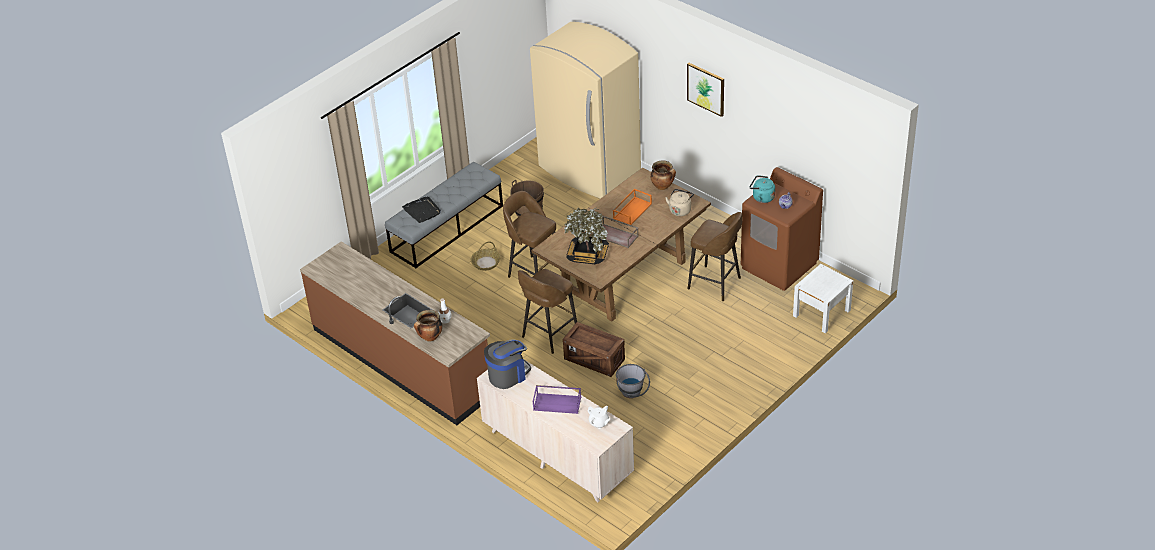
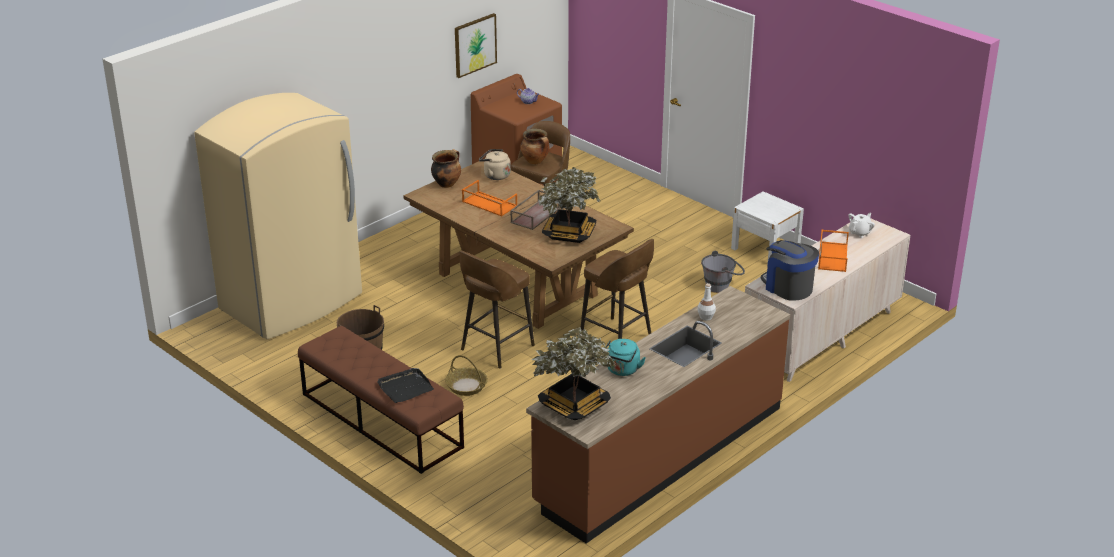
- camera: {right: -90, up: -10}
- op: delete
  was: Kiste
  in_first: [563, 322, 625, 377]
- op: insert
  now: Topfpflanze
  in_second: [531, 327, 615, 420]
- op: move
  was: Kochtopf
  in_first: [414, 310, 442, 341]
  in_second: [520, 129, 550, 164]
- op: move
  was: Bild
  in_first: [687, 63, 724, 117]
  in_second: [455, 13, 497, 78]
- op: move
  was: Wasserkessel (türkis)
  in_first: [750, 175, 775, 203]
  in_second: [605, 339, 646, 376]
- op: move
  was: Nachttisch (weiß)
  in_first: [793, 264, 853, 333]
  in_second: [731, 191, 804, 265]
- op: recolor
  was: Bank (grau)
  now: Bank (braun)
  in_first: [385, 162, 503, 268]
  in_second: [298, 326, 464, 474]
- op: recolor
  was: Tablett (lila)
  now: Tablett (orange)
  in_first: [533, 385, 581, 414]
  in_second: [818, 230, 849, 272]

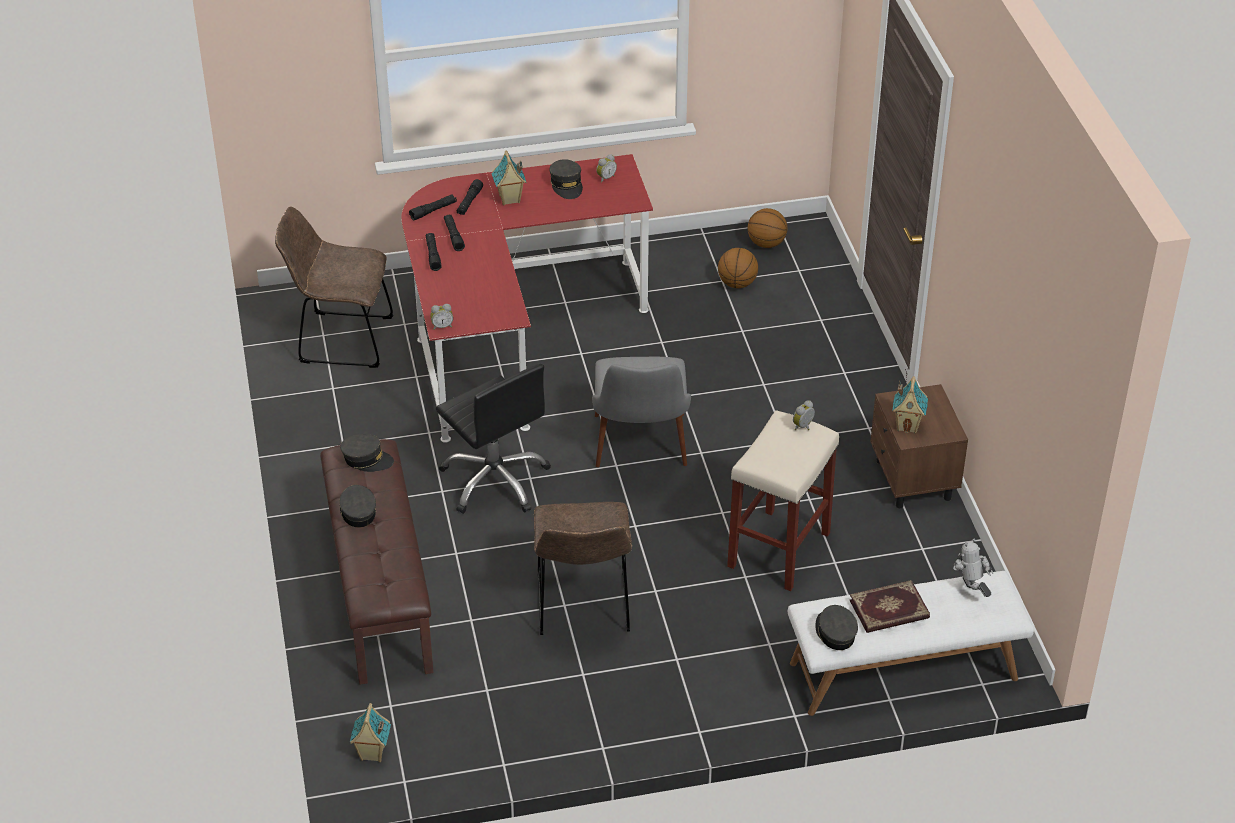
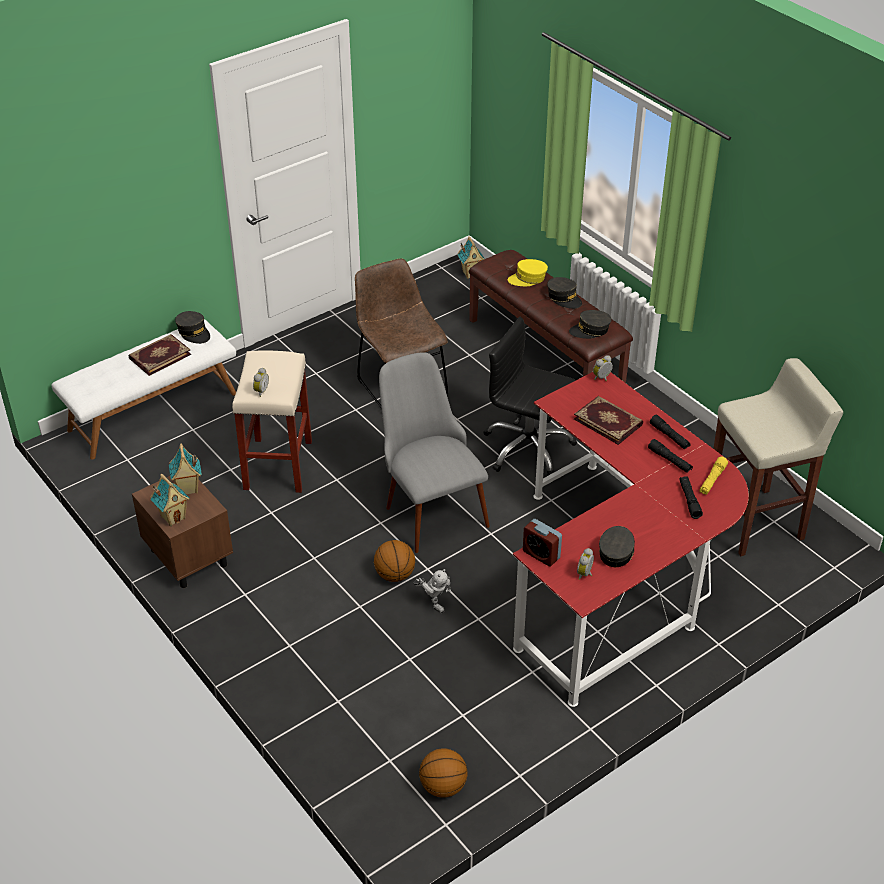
- camera: {right: 155, up: 0}
- op: insert
  now: Kappe (gelb)
  in_second: [508, 259, 548, 286]
- op: insert
  now: Wecker
  in_second: [523, 519, 562, 566]
- op: insert
  now: Buch
  in_second: [574, 396, 643, 445]
- op: move
  was: Spielzeughaus
  in_first: [492, 150, 527, 206]
  in_second: [150, 474, 190, 526]
- op: move
  was: Basketball
  in_first: [718, 248, 758, 288]
  in_second: [374, 540, 415, 582]
- op: move
  was: Spielzeugroboter
  in_first: [953, 539, 993, 597]
  in_second: [414, 569, 451, 613]
- op: replace
  was: Stuhl (braun)
  now: Hocker (beige)
  in_first: [275, 206, 393, 368]
  in_second: [713, 358, 843, 556]
- op: recolor
  was: Taschenlampe (schwarz)
  now: Taschenlampe (gelb)
  in_first: [409, 194, 457, 220]
  in_second: [699, 456, 728, 495]
- op: rotate
  was: Kappe (grau)
  in_first: [550, 159, 583, 199]
  in_second: [599, 526, 635, 567]
  clockwise: 60

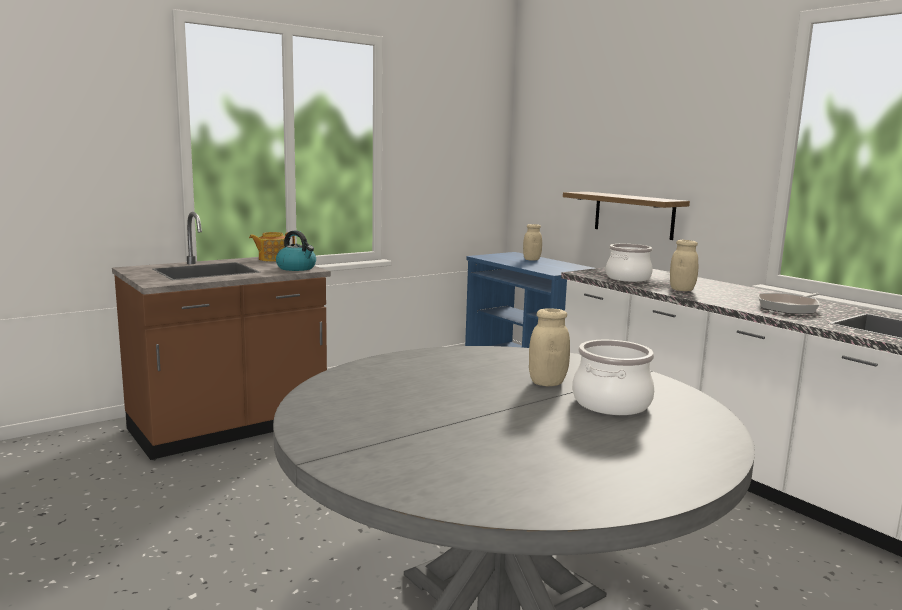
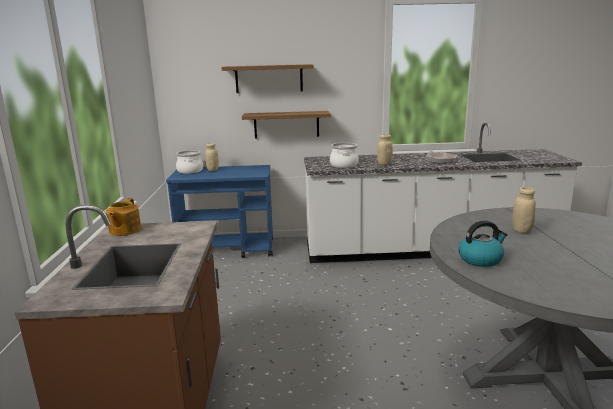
- camera: {right: -55, up: 5}
- op: insert
  now: Wandregal
  in_second: [221, 64, 314, 93]
- op: move
  was: Wasserkessel
  in_first: [276, 231, 316, 271]
  in_second: [458, 220, 507, 267]
- op: move
  was: Kochtopf
  in_first: [572, 340, 654, 415]
  in_second: [176, 150, 203, 174]

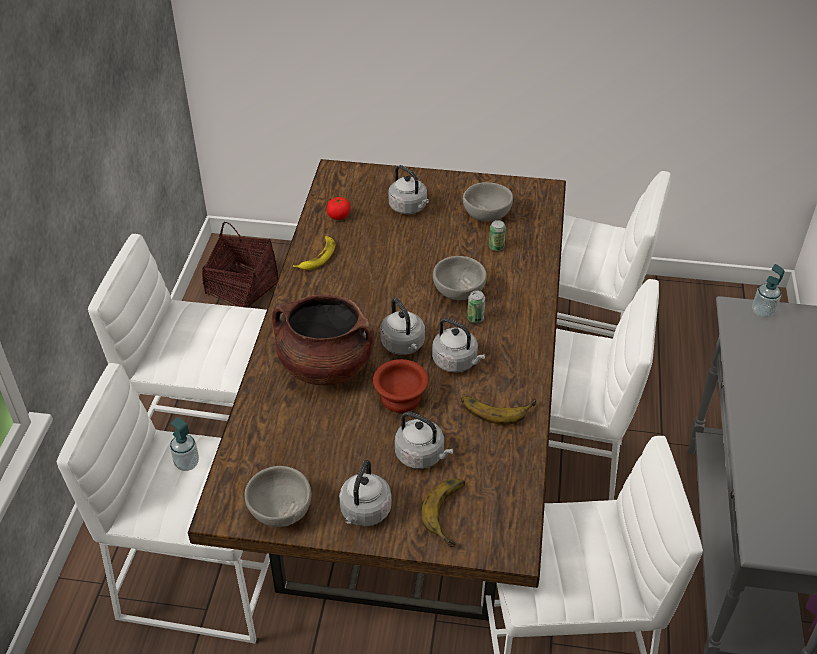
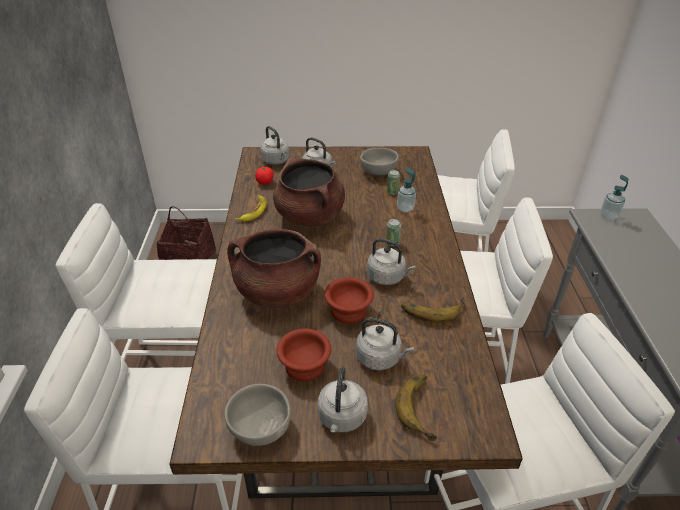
- camera: {right: -10, up: -5}
- op: delete
  was: Schüssel (grau)
  in_first: [433, 256, 487, 300]
- op: insert
  now: Kochtopf (braun)
  in_second: [273, 158, 345, 227]
- op: insert
  now: Schüssel (braun)
  in_second: [276, 328, 331, 382]
- op: move
  was: Seifenspender
  in_first: [170, 417, 199, 471]
  in_second: [397, 168, 416, 212]
- op: move
  was: Wasserkessel (grau)
  in_first: [380, 298, 425, 355]
  in_second: [260, 126, 290, 165]

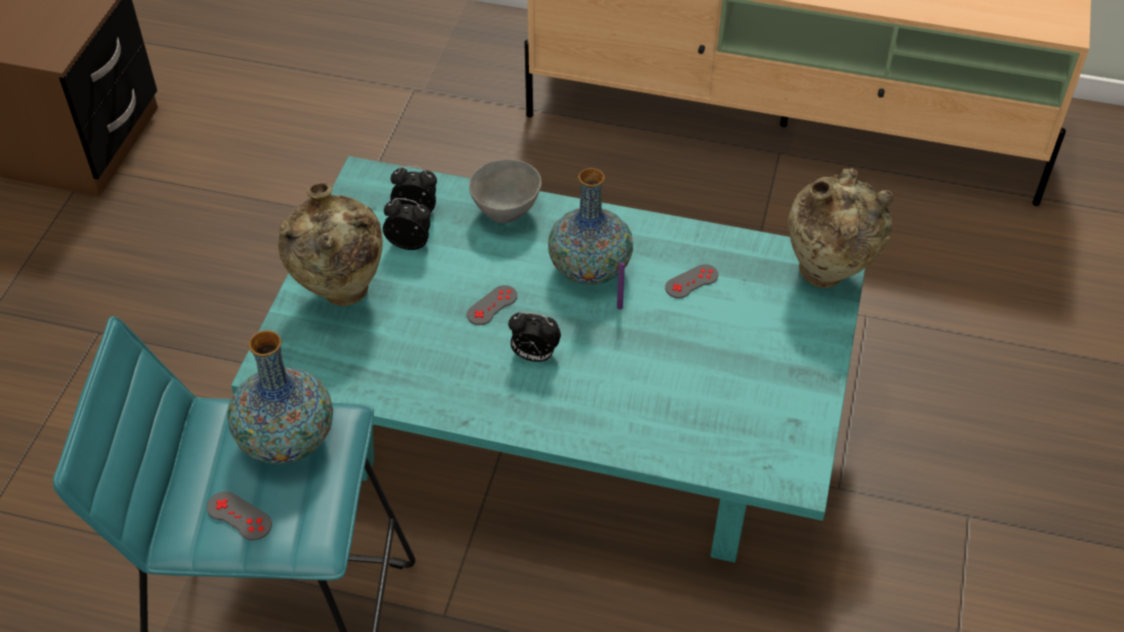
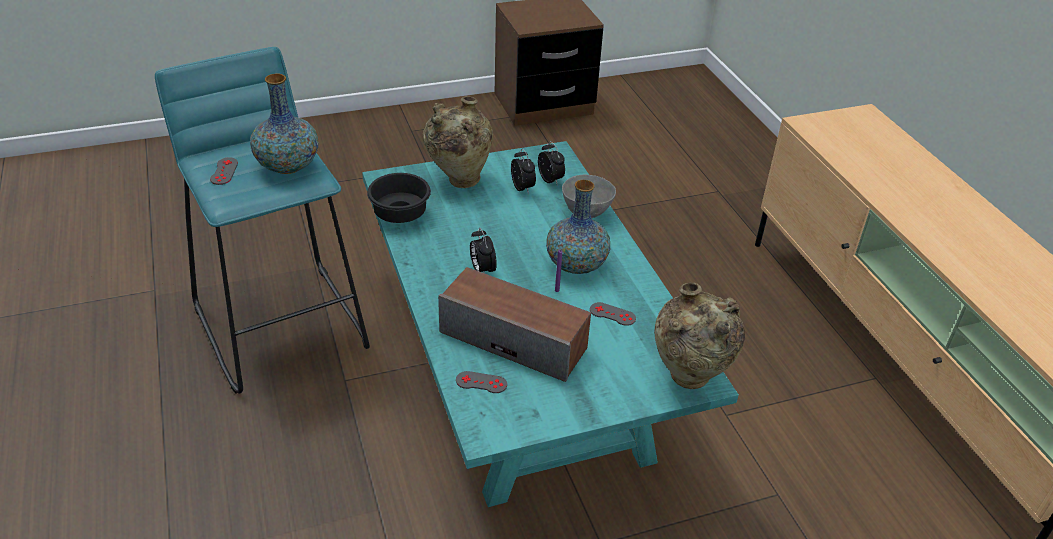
- camera: {right: 55, up: -10}
- op: insert
  now: Schüssel (schwarz)
  in_second: [367, 173, 431, 223]
- op: insert
  now: Lautsprecher
  in_second: [438, 267, 591, 382]
- op: move
  was: Gamepad (grau)
  in_first: [467, 285, 517, 325]
  in_second: [456, 371, 507, 393]

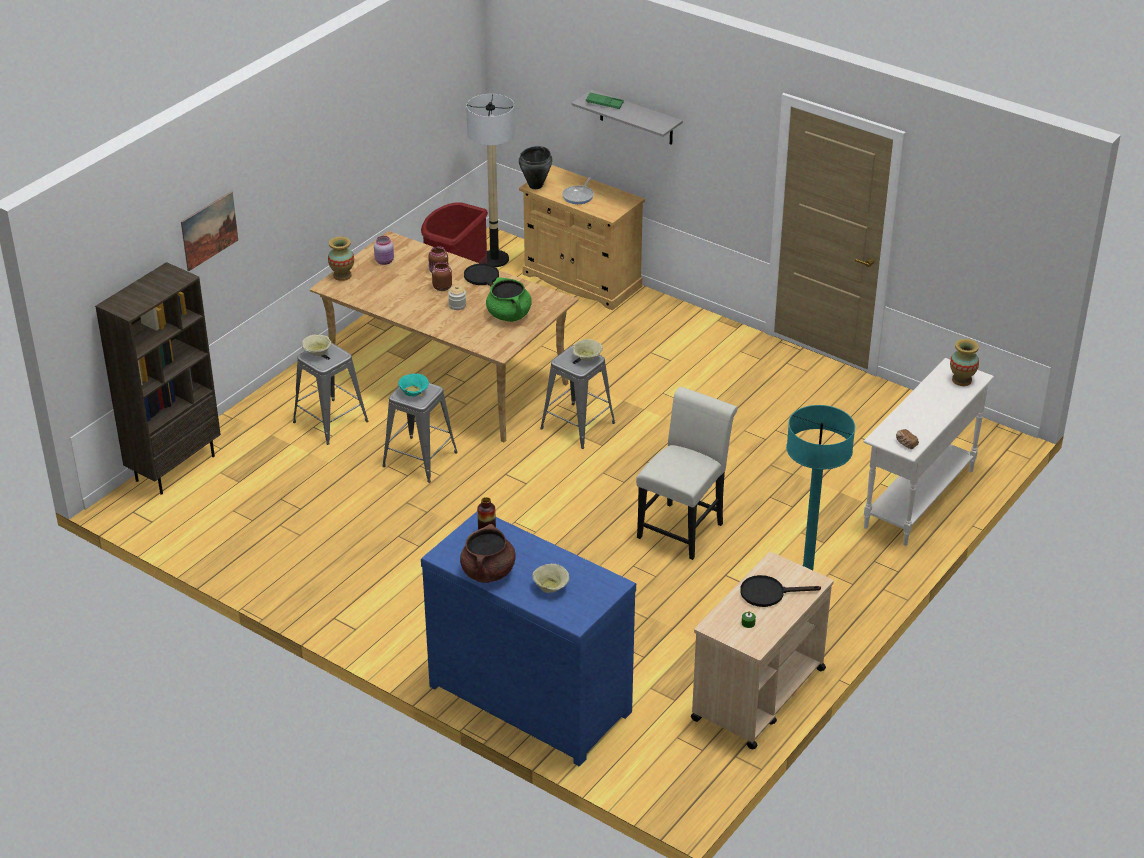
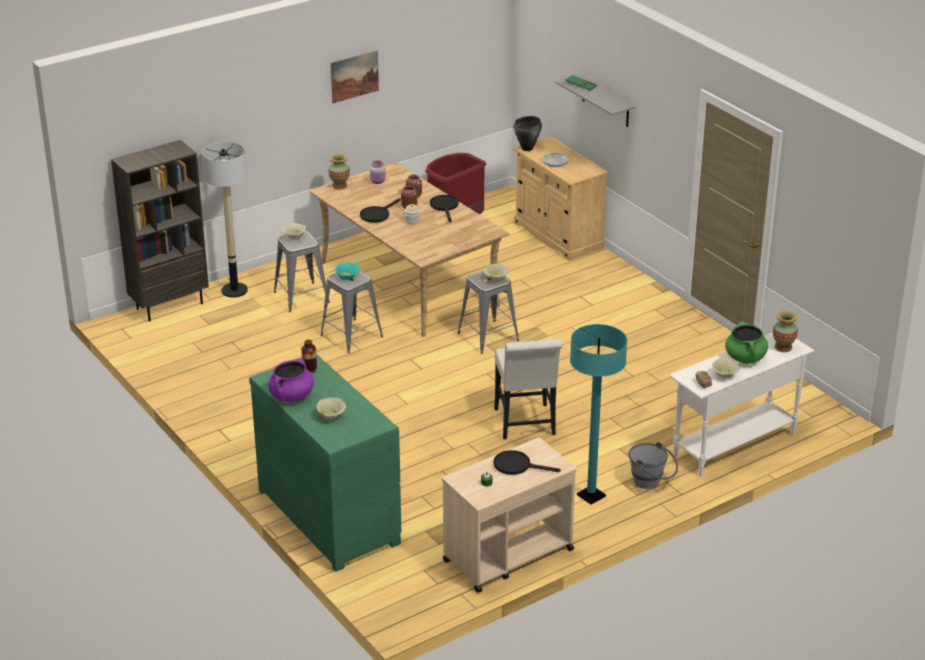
- camera: {right: 20, up: -5}
- op: insert
  now: Pfanne (schwarz)
  in_second: [360, 198, 401, 223]
- op: insert
  now: Eimer (grau)
  in_second: [628, 442, 678, 489]
- op: insert
  now: Schüssel (beige)
  in_second: [712, 358, 740, 378]
- op: move
  was: Bild
  in_first: [181, 191, 238, 271]
  in_second: [330, 51, 379, 103]
- op: move
  was: Stehlampe
  in_first: [466, 94, 515, 267]
  in_second: [202, 142, 248, 298]
- op: move
  was: Kochtopf (grün)
  in_first: [486, 277, 532, 322]
  in_second: [725, 322, 768, 364]
- op: recolor
  was: Kommode (blau)
  now: Kommode (grün)
  in_first: [421, 512, 636, 766]
  in_second: [249, 354, 401, 572]
- op: recolor
  was: Kochtopf (braun)
  now: Kochtopf (lila)
  in_first: [460, 524, 516, 583]
  in_second: [269, 358, 314, 402]
- op: rotate
  was: Stuhl (weiß)
  in_first: [636, 387, 738, 560]
  in_second: [494, 339, 562, 439]
  clockwise: 120

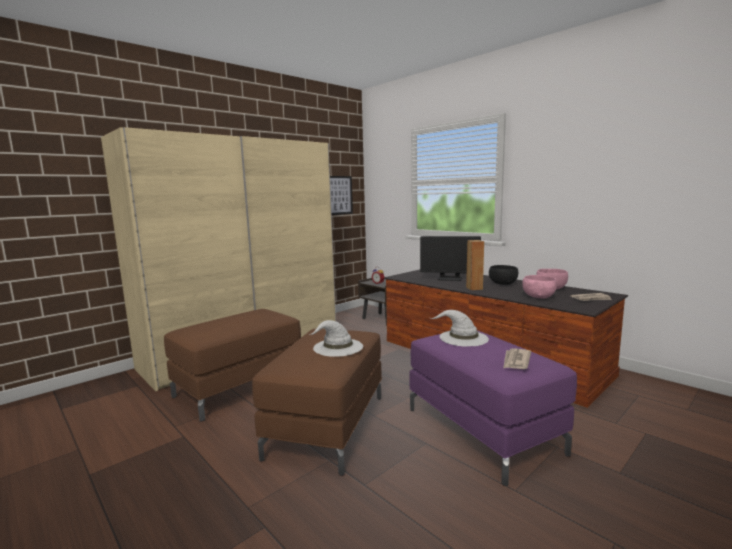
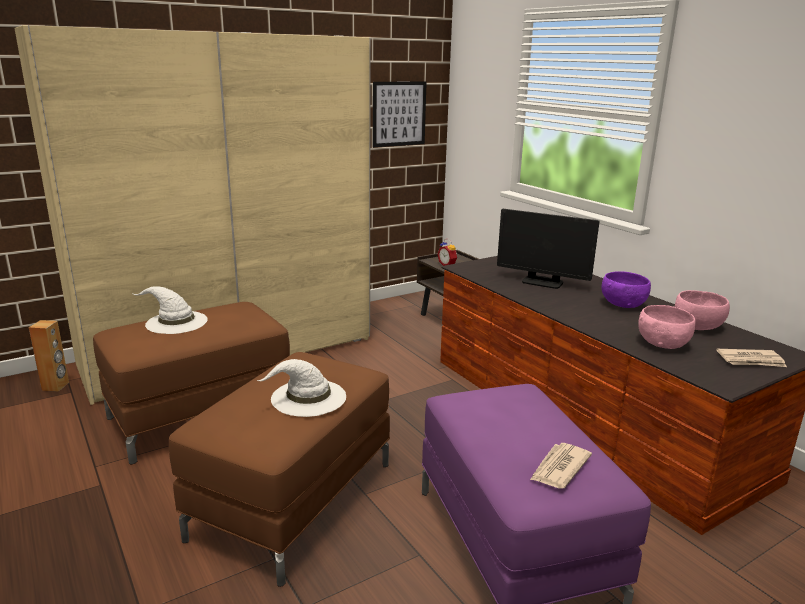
- camera: {right: 10, up: 10}
- op: move
  was: Hut (weiß)
  in_first: [431, 310, 489, 347]
  in_second: [133, 286, 208, 334]
- op: move
  was: Lautsprecher (braun)
  in_first: [466, 240, 484, 290]
  in_second: [29, 320, 69, 392]
- op: recolor
  was: Schüssel (schwarz)
  now: Schüssel (lila)
  in_first: [489, 265, 518, 285]
  in_second: [601, 271, 651, 308]

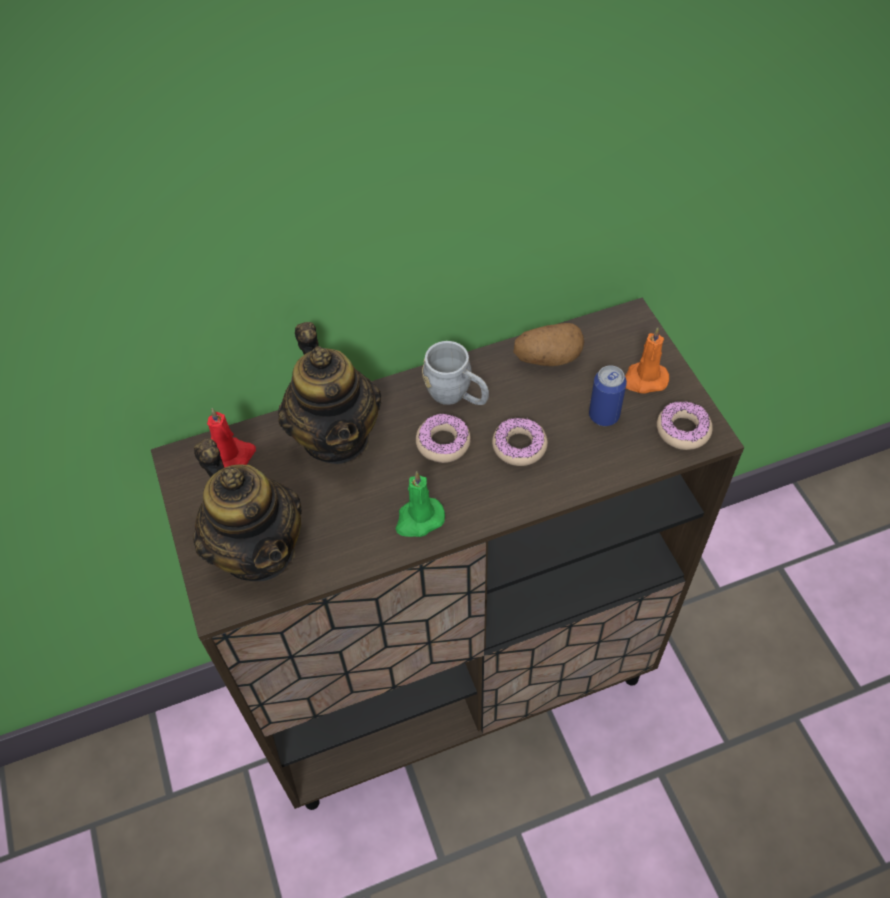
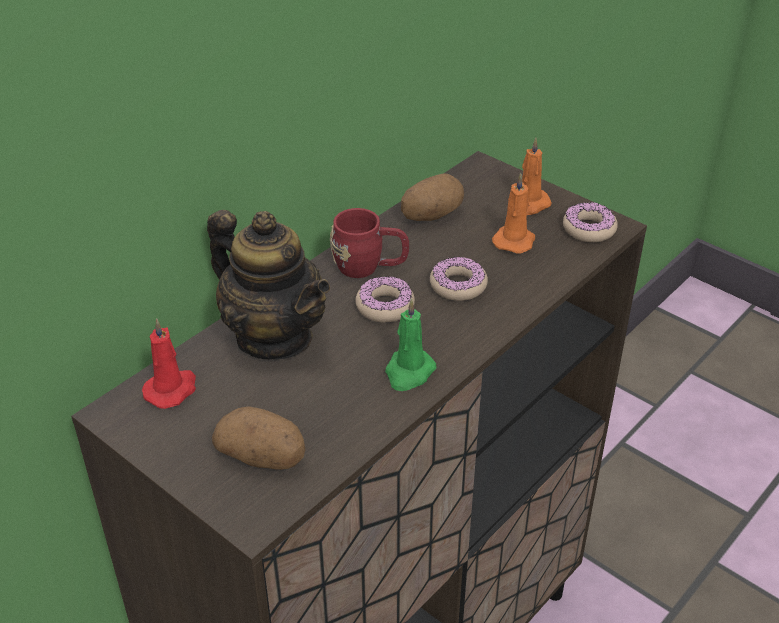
- camera: {right: -30, up: -15}
- op: replace
  was: Teekanne
  now: Kartoffel
  in_first: [193, 438, 302, 581]
  in_second: [212, 406, 306, 470]
- op: replace
  was: Dose
  now: Kerze (orange)
  in_first: [589, 365, 627, 426]
  in_second: [492, 173, 535, 254]
- op: recolor
  was: Henkelbecher (grau)
  now: Henkelbecher (rot)
  in_first: [422, 341, 489, 405]
  in_second: [330, 208, 409, 278]

